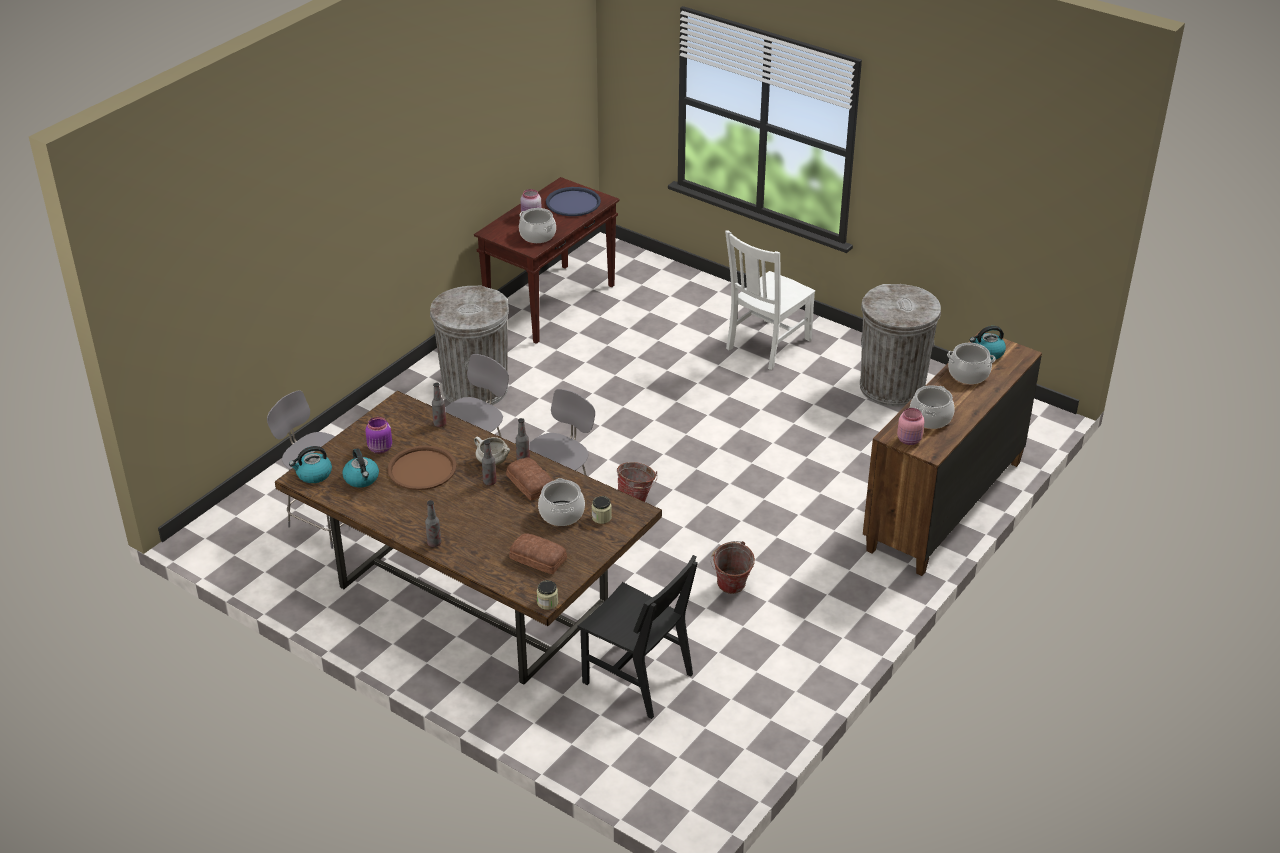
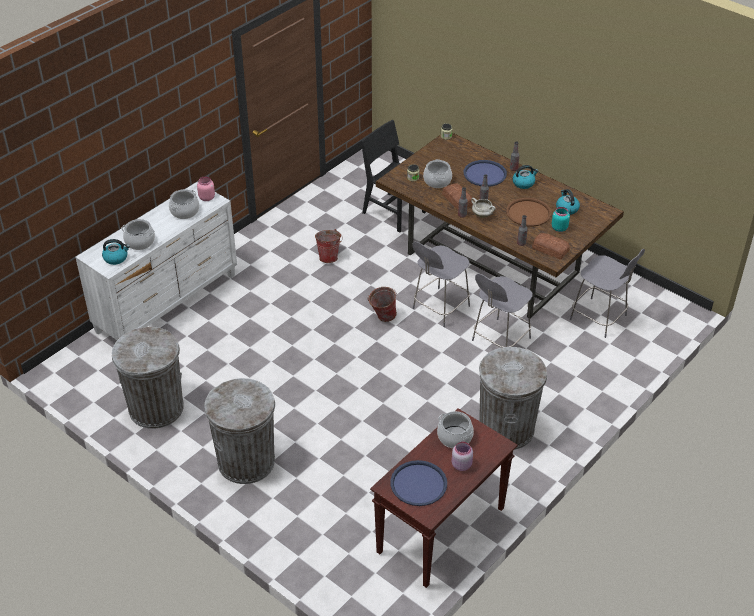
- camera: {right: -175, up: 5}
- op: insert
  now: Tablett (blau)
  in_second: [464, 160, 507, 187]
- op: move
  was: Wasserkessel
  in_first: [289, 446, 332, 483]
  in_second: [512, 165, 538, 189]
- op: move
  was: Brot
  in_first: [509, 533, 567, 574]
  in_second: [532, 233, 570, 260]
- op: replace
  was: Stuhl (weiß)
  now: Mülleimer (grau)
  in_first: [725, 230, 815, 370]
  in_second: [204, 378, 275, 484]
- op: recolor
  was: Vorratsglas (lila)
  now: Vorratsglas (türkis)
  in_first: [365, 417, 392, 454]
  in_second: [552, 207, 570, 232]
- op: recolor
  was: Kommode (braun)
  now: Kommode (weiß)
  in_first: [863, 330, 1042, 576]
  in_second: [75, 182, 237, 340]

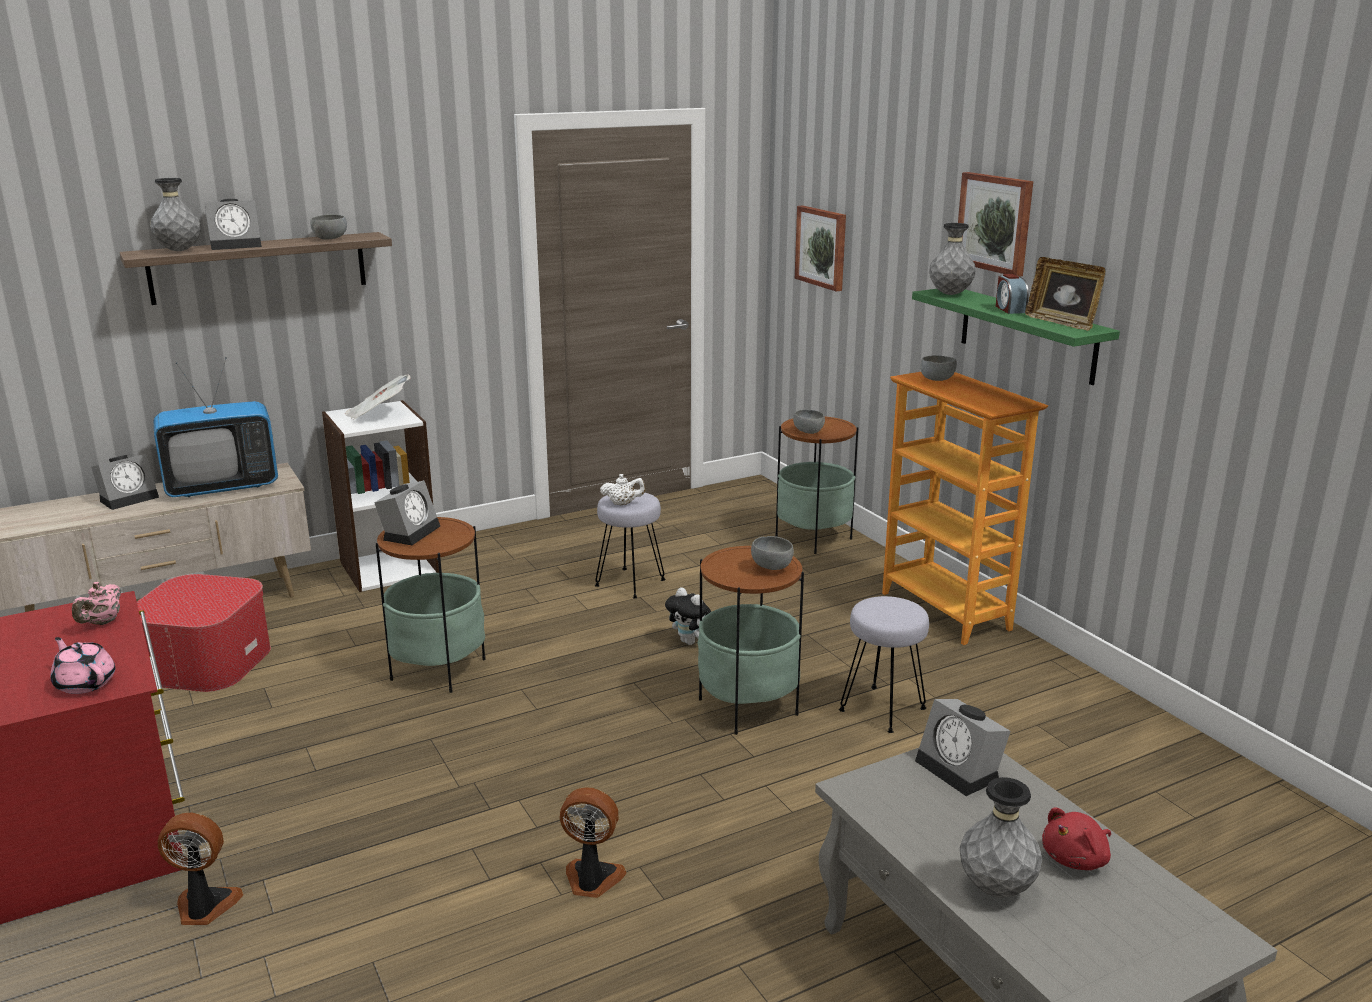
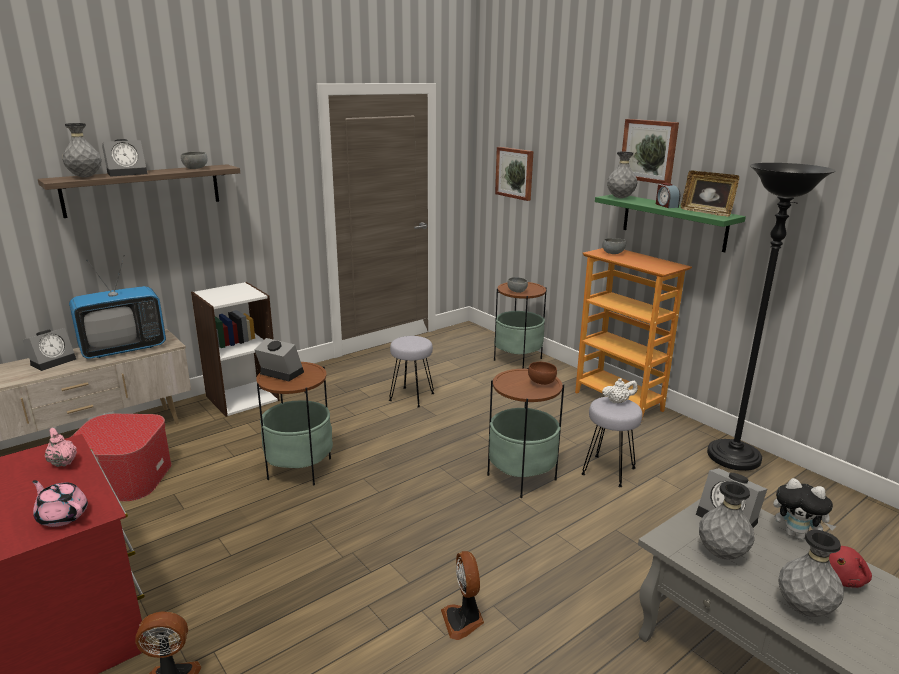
- camera: {right: -10, up: 0}
- op: delete
  was: Zeitung
  in_first: [345, 375, 411, 420]
- op: insert
  now: Vase (grau)
  in_second: [699, 481, 755, 560]
- op: insert
  now: Stehlampe (schwarz)
  in_second: [707, 163, 835, 471]
- op: move
  was: Teekanne (weiß)
  in_first: [600, 474, 646, 505]
  in_second: [602, 378, 638, 403]
- op: move
  was: Plüschtier
  in_first: [665, 587, 711, 645]
  in_second: [773, 478, 836, 540]
- op: recolor
  was: Schüssel (grau)
  now: Schüssel (braun)
  in_first: [751, 536, 794, 570]
  in_second: [528, 362, 557, 385]
- op: rotate
  was: Teekanne (rosa)
  in_first: [72, 582, 121, 625]
  in_second: [45, 428, 77, 467]
  clockwise: 135
- op: rotate
  was: Wecker
  in_first: [374, 480, 440, 545]
  in_second: [254, 338, 304, 381]
  clockwise: -75
- op: rotate
  was: Ventilator
  in_first: [559, 787, 627, 898]
  in_second: [441, 551, 484, 640]
  clockwise: -105

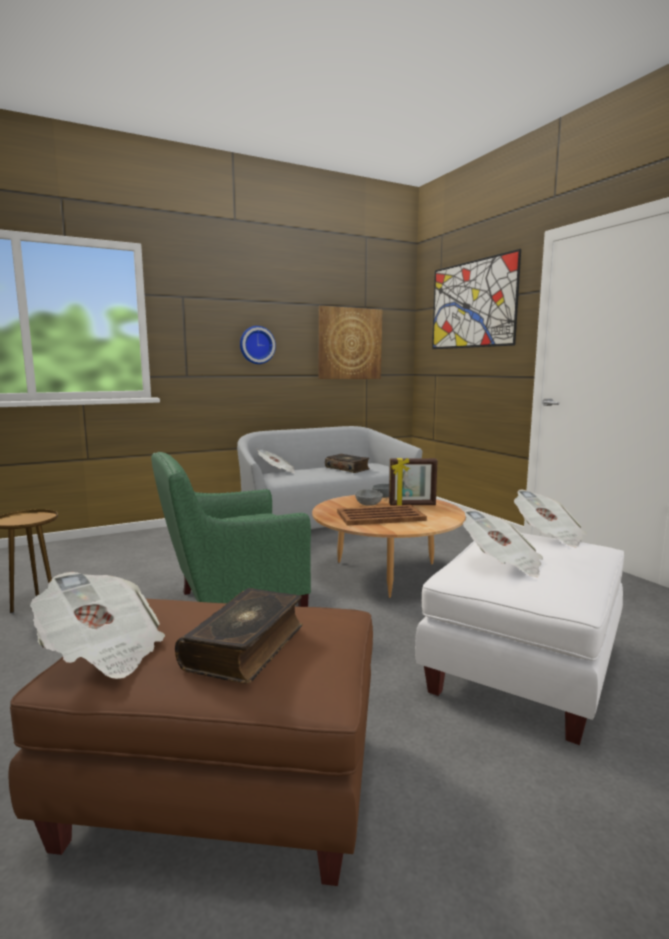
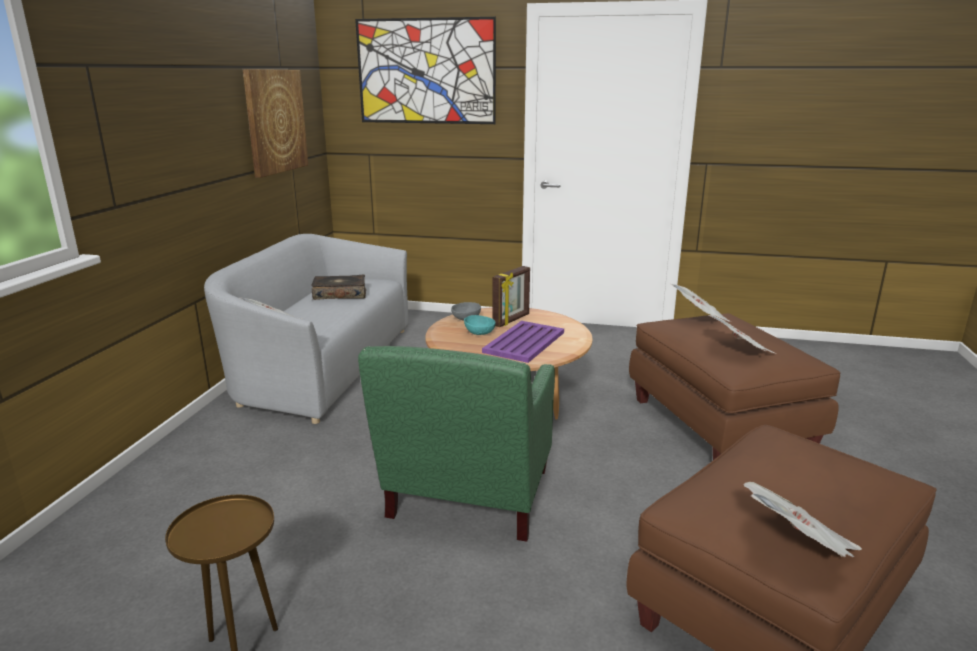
- camera: {right: -50, up: 10}
- op: delete
  was: Buch
  in_first: [175, 588, 303, 684]
- op: delete
  was: Wanduhr
  in_first: [240, 326, 276, 364]
- op: recolor
  was: Tablett (braun)
  now: Tablett (lila)
  in_first: [337, 505, 427, 526]
  in_second: [482, 321, 564, 363]
- op: recolor
  was: Schüssel (grau)
  now: Schüssel (türkis)
  in_first: [355, 489, 383, 506]
  in_second: [464, 315, 496, 335]
- op: recolor
  was: Polsterhocker (weiß)
  now: Polsterhocker (braun)
  in_first: [415, 533, 624, 745]
  in_second: [629, 313, 840, 460]

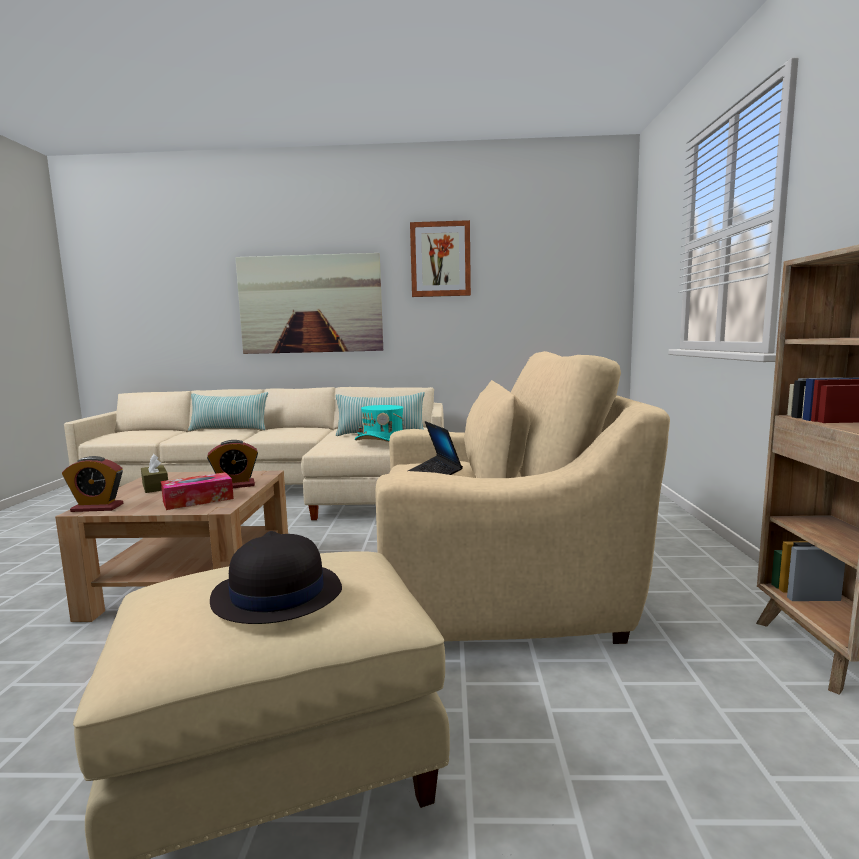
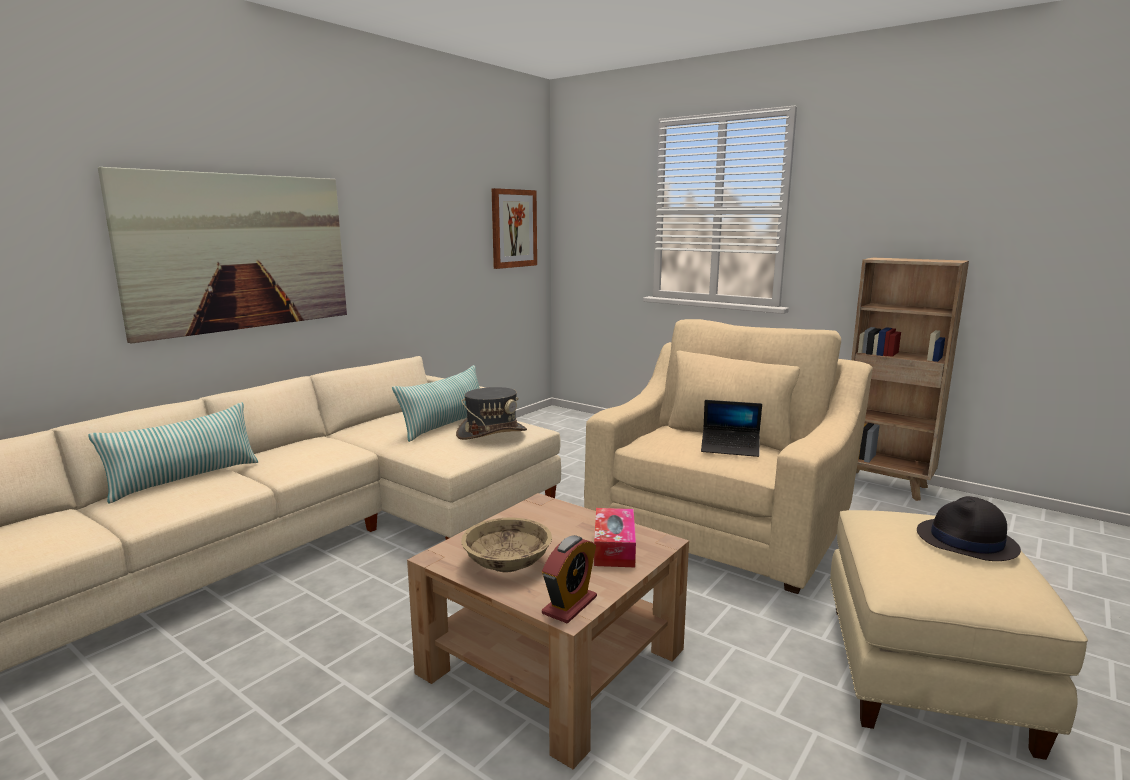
- camera: {right: -55, up: 5}
- op: delete
  was: Wecker
  in_first: [207, 440, 258, 488]
- op: move
  was: Bild
  in_first: [410, 220, 471, 297]
  in_second: [492, 188, 537, 269]
- op: replace
  was: Taschentuchbox (braun)
  now: Schüssel (beige)
  in_first: [141, 454, 168, 493]
  in_second: [461, 518, 552, 572]
- op: recolor
  was: Hut (türkis)
  now: Hut (grau)
  in_first: [355, 405, 406, 442]
  in_second: [456, 387, 527, 440]

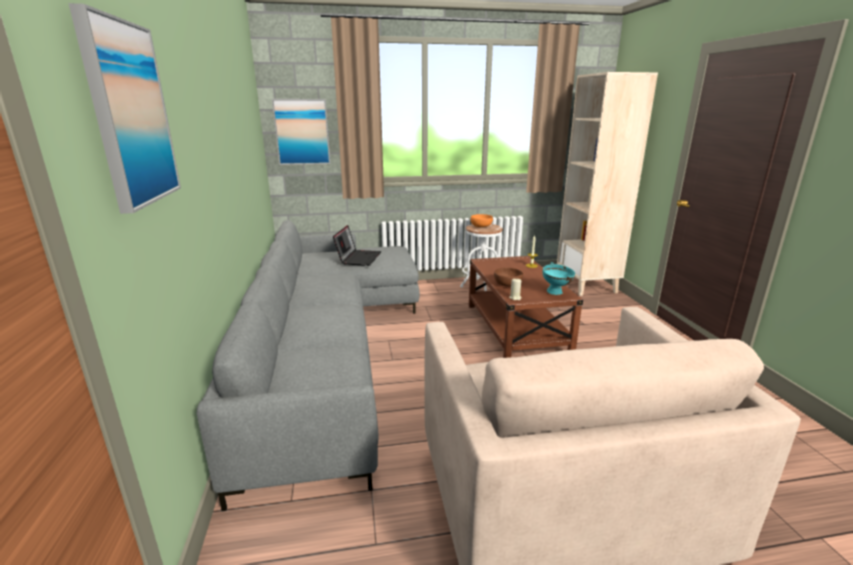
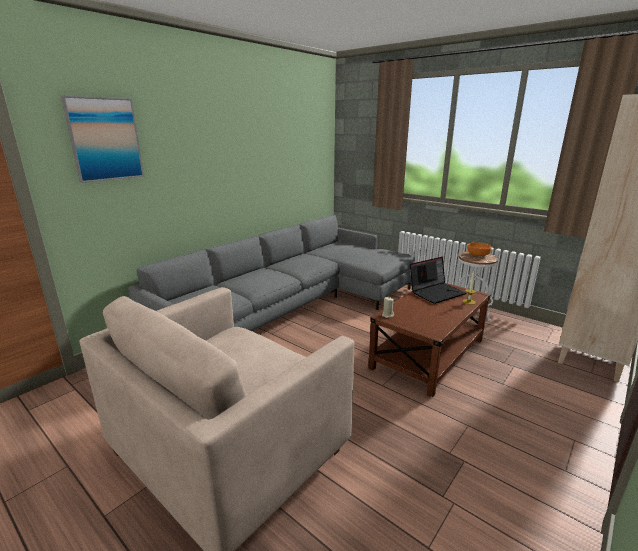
- camera: {right: 50, up: 0}
- op: delete
  was: Bild
  in_first: [272, 99, 331, 165]
- op: delete
  was: Schüssel (braun)
  in_first: [494, 268, 523, 287]
- op: delete
  was: Schüssel (türkis)
  in_first: [542, 262, 575, 295]
- op: move
  was: Laptop
  in_first: [333, 225, 381, 266]
  in_second: [410, 257, 466, 304]

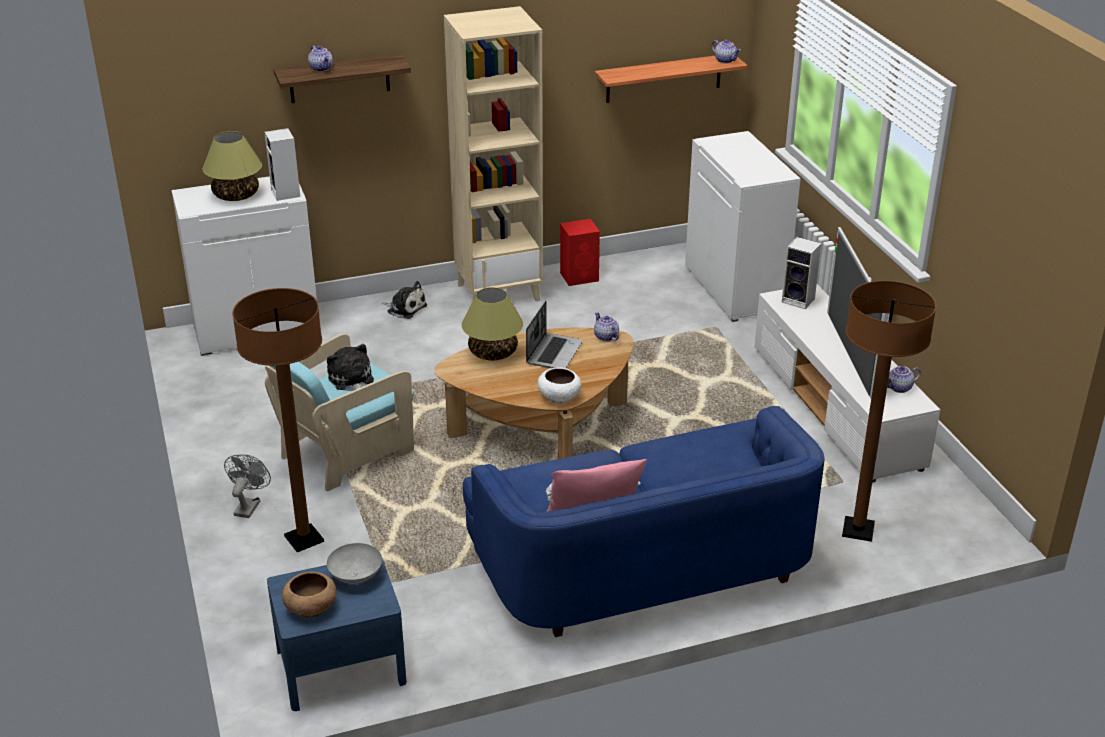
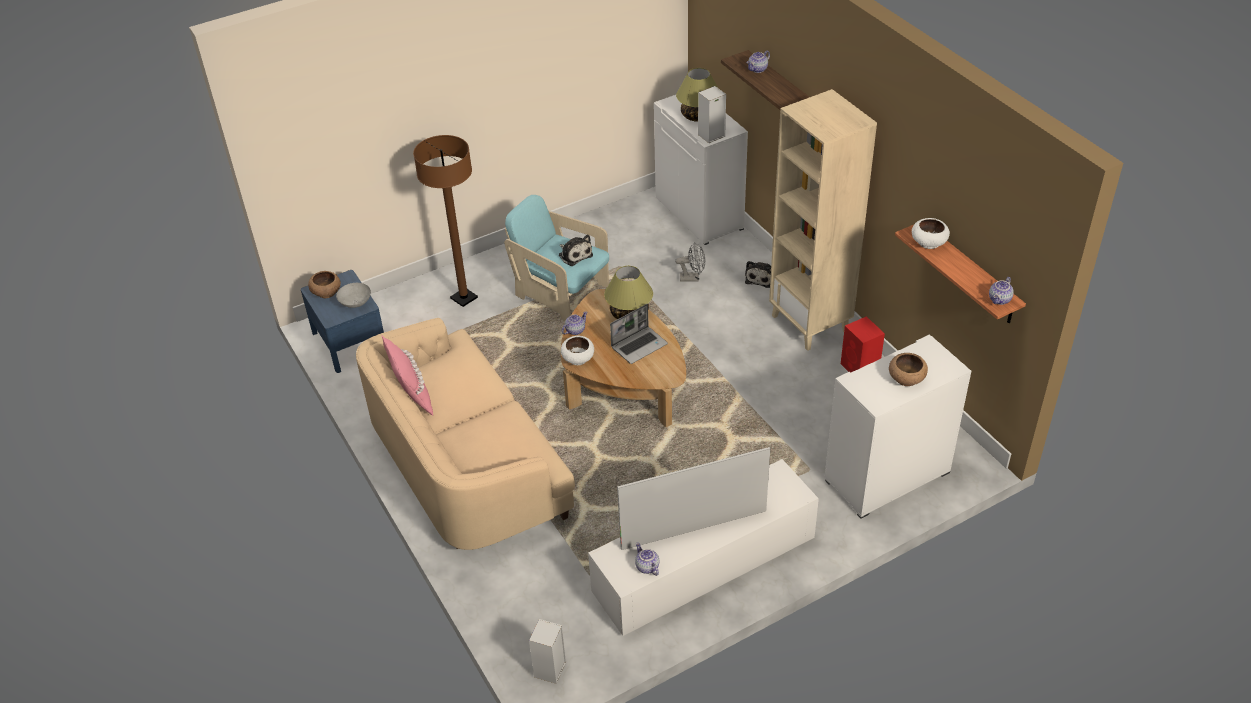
- camera: {right: 80, up: 10}
- op: delete
  was: Stehlampe (braun)
  in_first: [842, 280, 936, 542]
- op: insert
  now: Schüssel (braun)
  in_second: [889, 353, 928, 386]
- op: insert
  now: Schüssel (weiß)
  in_second: [912, 218, 950, 249]
- op: move
  was: Ventilator (grau)
  in_first: [224, 454, 271, 518]
  in_second: [675, 242, 705, 282]
- op: move
  was: Teekanne
  in_first: [594, 312, 619, 342]
  in_second: [562, 311, 587, 335]
- op: move
  was: Lautsprecher
  in_first: [782, 237, 821, 309]
  in_second: [529, 619, 566, 684]
- op: recolor
  was: Sofa (blau)
  now: Sofa (beige)
  in_first: [463, 406, 824, 637]
  in_second: [356, 318, 575, 550]
- op: rotate
  was: Plüschtier
  in_first: [327, 344, 374, 391]
  in_second: [559, 235, 593, 266]
  clockwise: 90
- op: rotate
  was: Laptop
  in_first: [526, 301, 583, 368]
  in_second: [610, 304, 668, 364]
  clockwise: -45

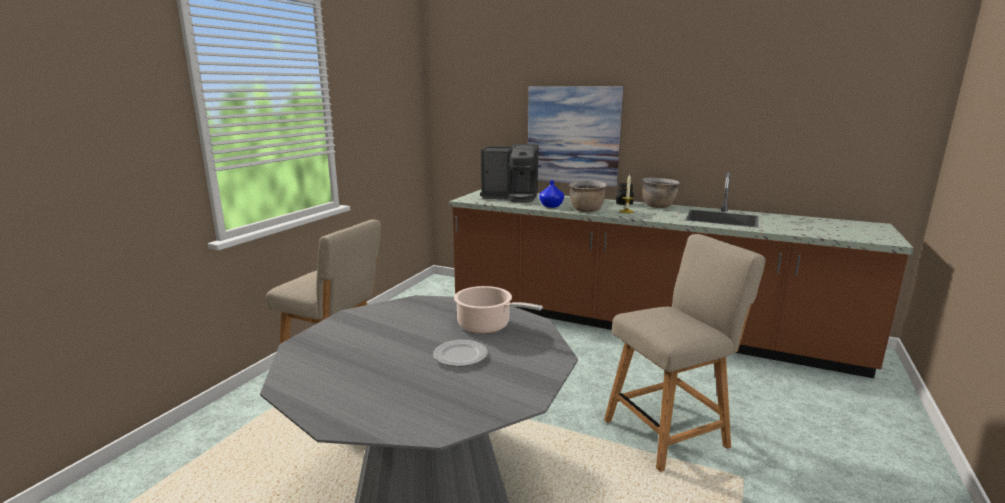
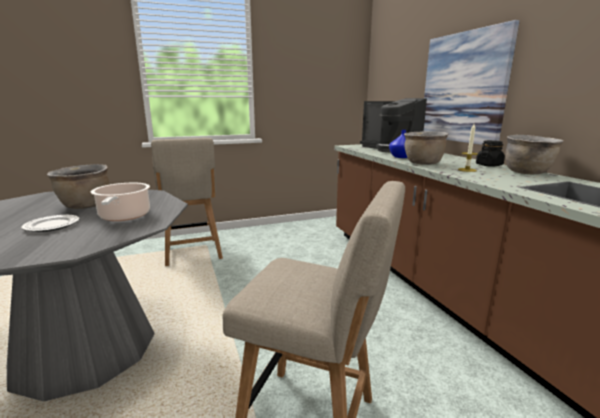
- camera: {right: 45, up: 0}
- op: insert
  now: Kochtopf (braun)
  in_second: [47, 164, 109, 209]

